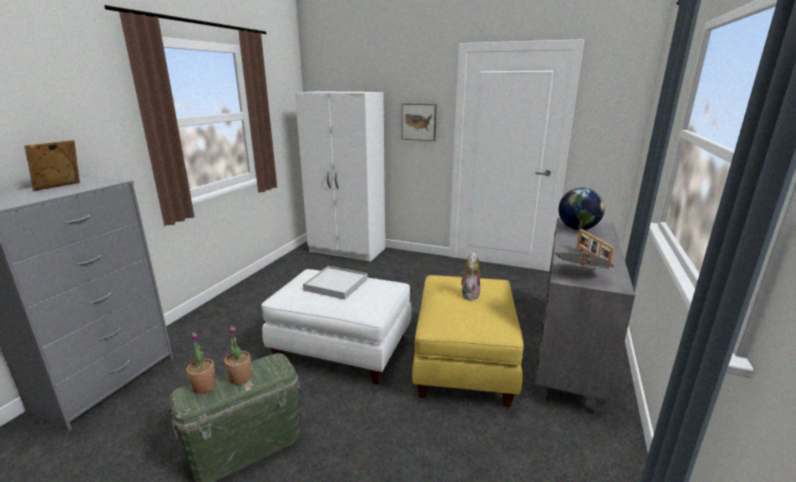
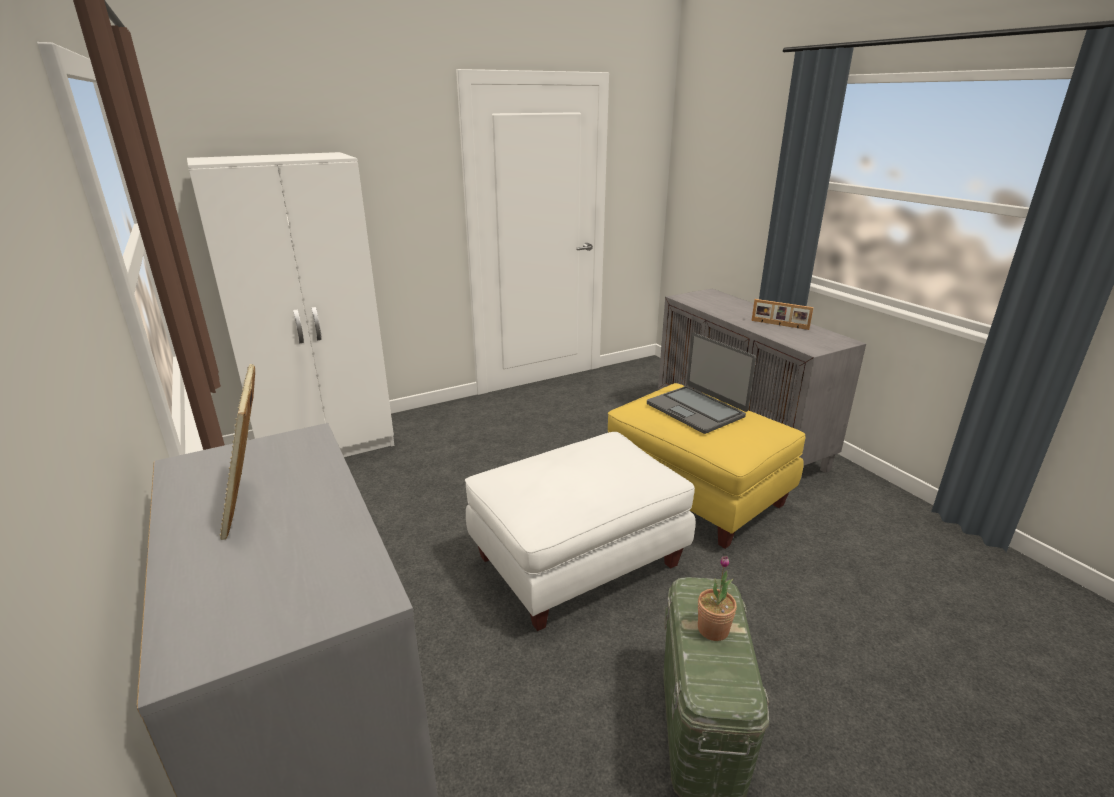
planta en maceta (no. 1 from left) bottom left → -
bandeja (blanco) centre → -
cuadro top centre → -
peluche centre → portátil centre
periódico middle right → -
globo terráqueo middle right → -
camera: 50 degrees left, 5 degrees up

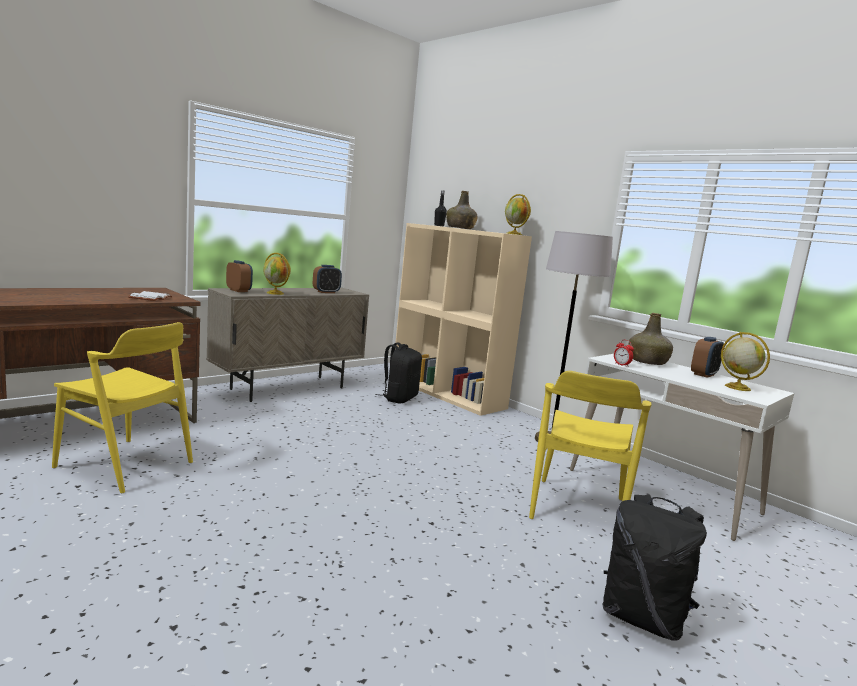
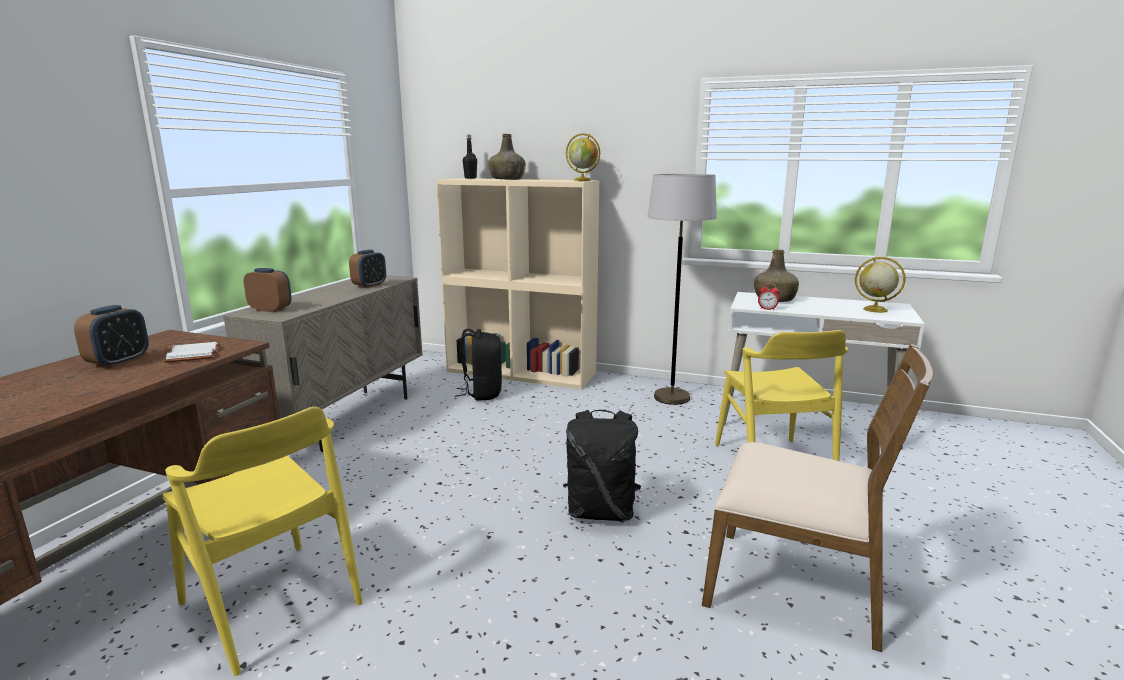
silla (amarillo) (no. 1 from left) middle left → silla (amarillo) (no. 1 from left) bottom left, 45 degrees clockwise
globo terráqueo (no. 1 from left) middle left → -
mochila (negro) (no. 2 from left) bottom right → mochila (negro) (no. 2 from left) bottom centre, shifted
despertador (no. 4 from left in the first image) middle right → despertador (no. 1 from left) middle left, shifted
- → silla (marrón) bottom right
camera: 25 degrees left, 5 degrees up

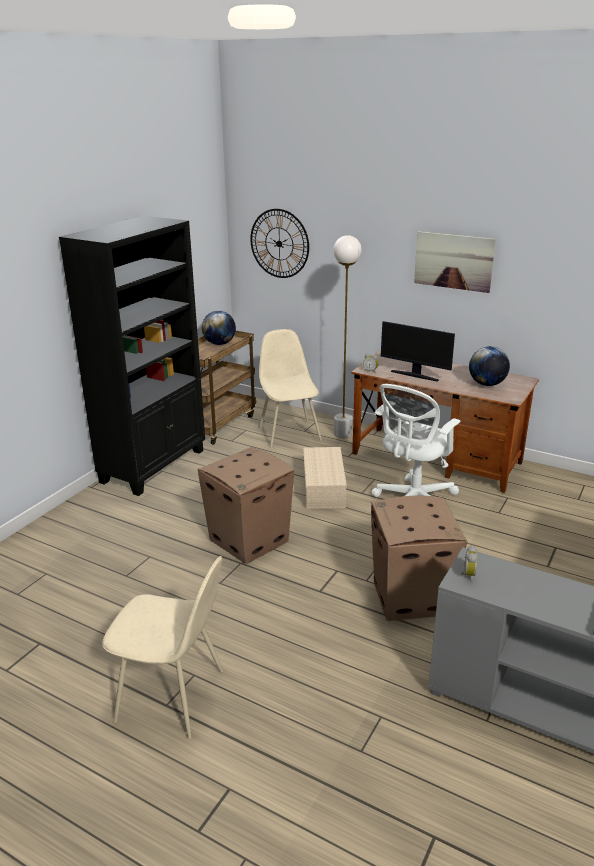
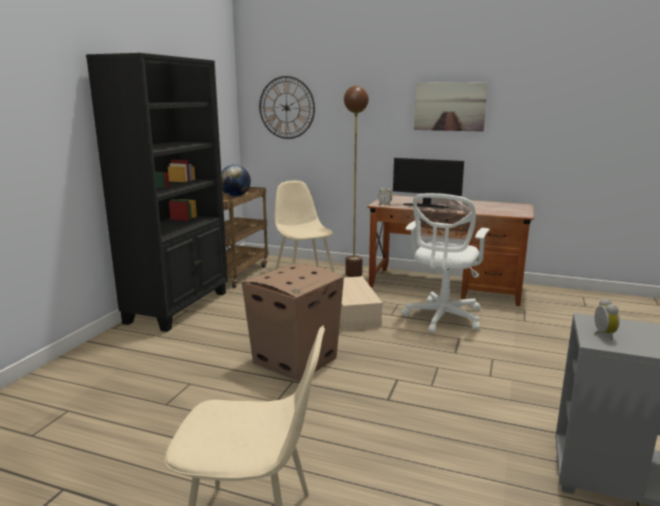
lámpara de pie (blanco) centre → lámpara de pie (marrón) centre
caja de cartón (no. 2 from left) middle right → -
globo terráqueo (no. 2 from left) middle right → -
camera: 10 degrees left, 10 degrees down

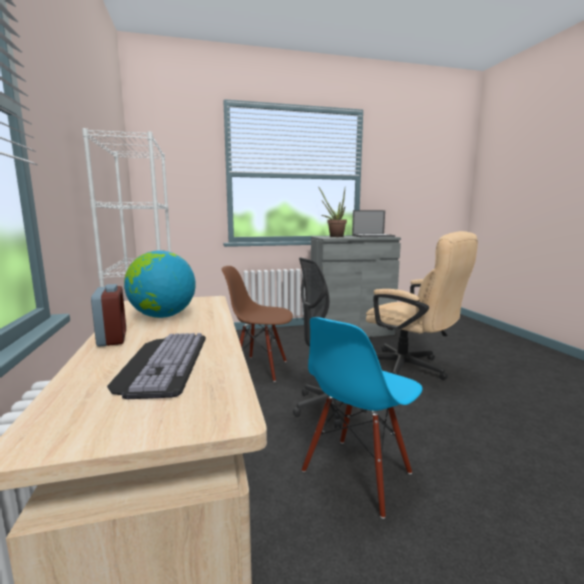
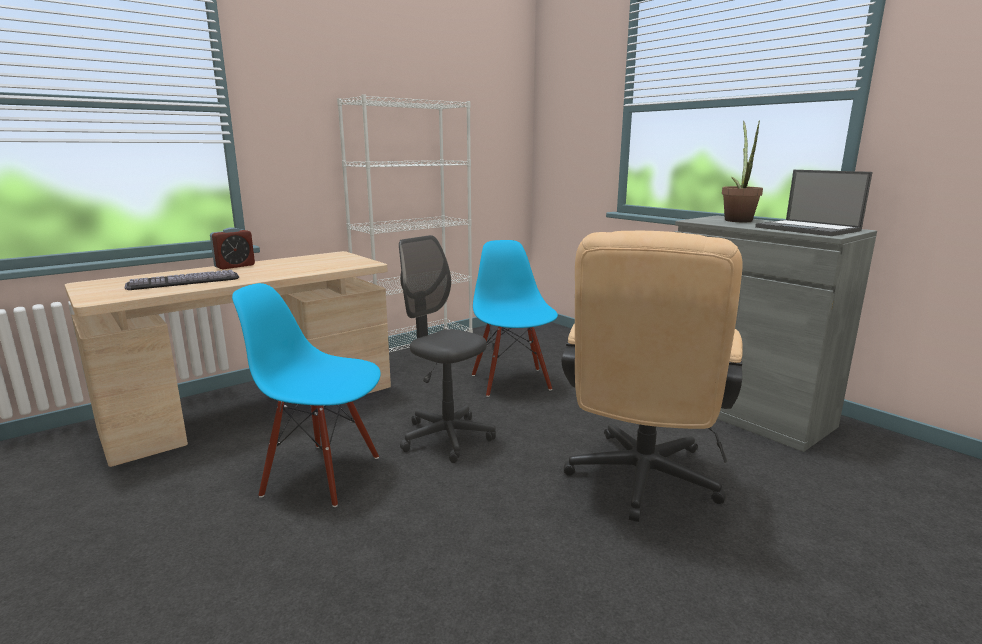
globo terráqueo middle left → -
silla (marrón) centre → silla (azul) (no. 2 from left) centre
camera: 65 degrees right, 5 degrees up

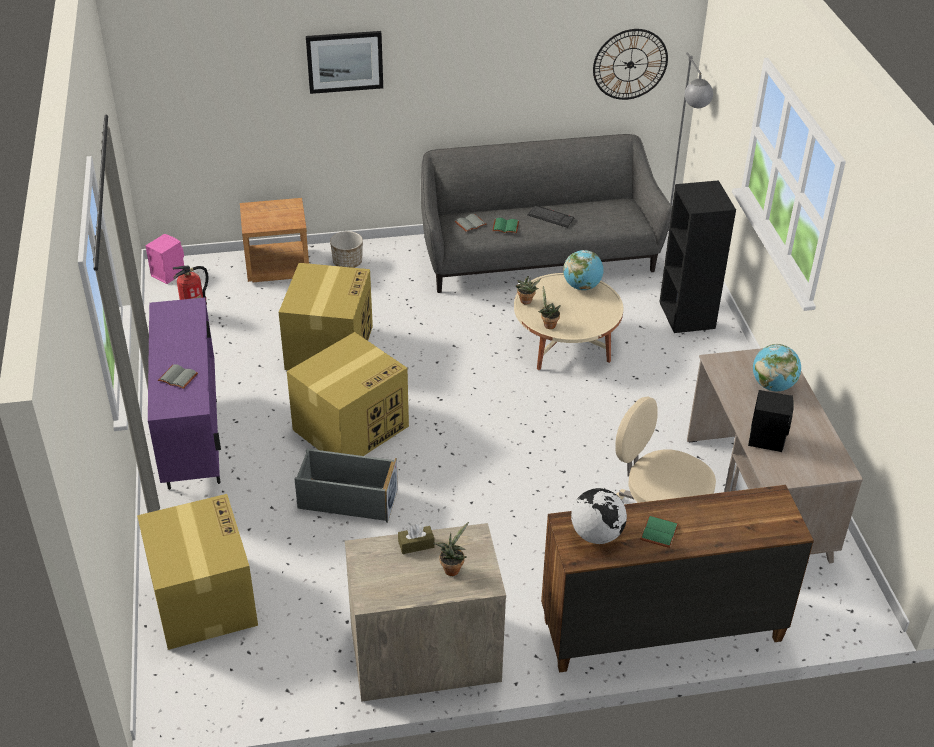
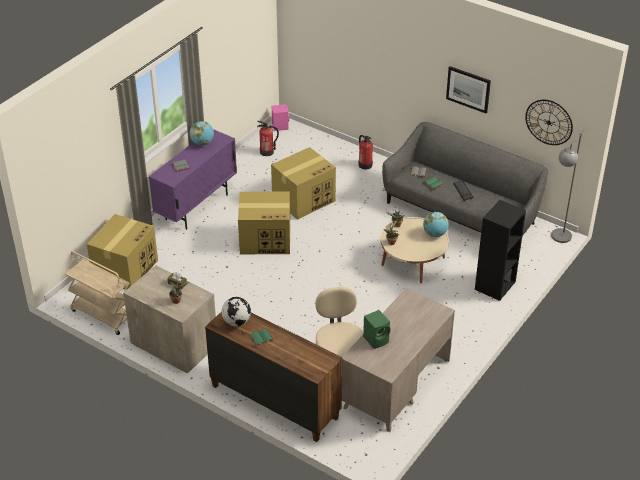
mesita de noche (marrón) top left → -
caja de almacenaje (gris) centre → -
cuadro top centre → cuadro top right, shifted
maceta centre → extintor (no. 2 from left) top centre
altavoz (negro) middle right → altavoz (verde) bottom centre
globo terráqueo (no. 3 from left in the first image) middle right → globo terráqueo (no. 1 from left) top left, shifted
- → carrito (beis) middle left
camera: 45 degrees right, 0 degrees up

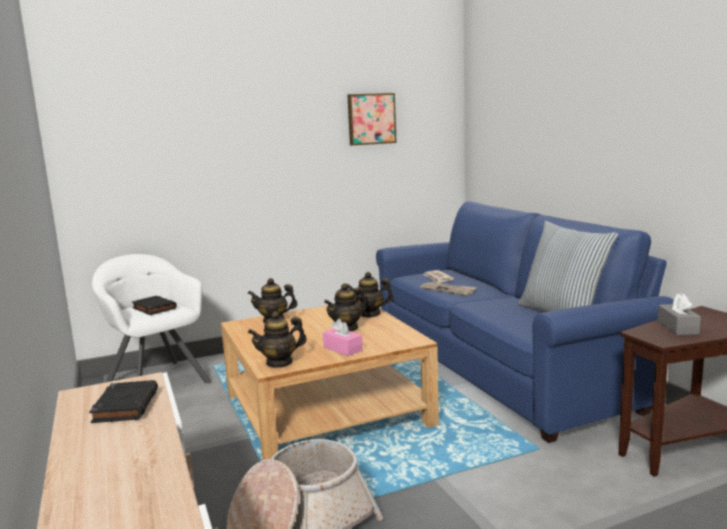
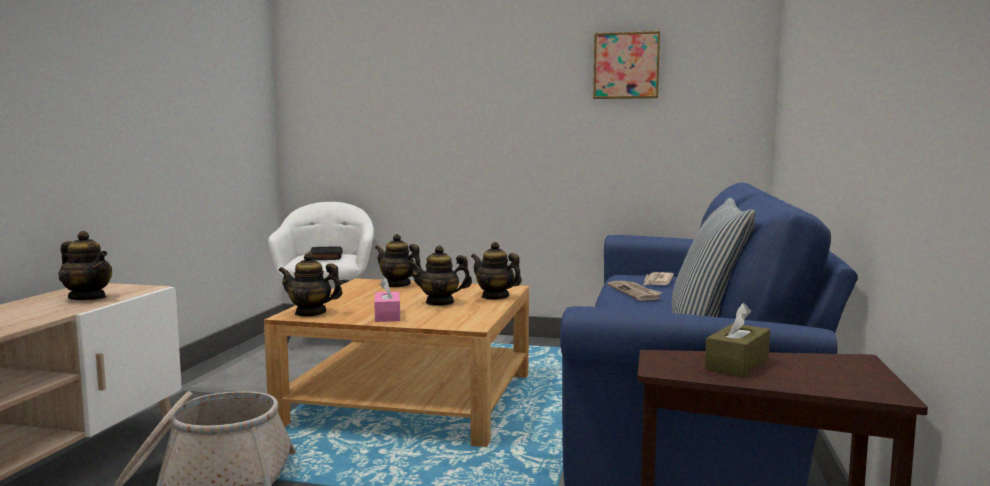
libro (negro) (no. 1 from left) bottom left → tetera (no. 1 from left) middle left
caja de pañuelos (gris) middle right → caja de pañuelos (marrón) bottom right
camera: 35 degrees right, 5 degrees down

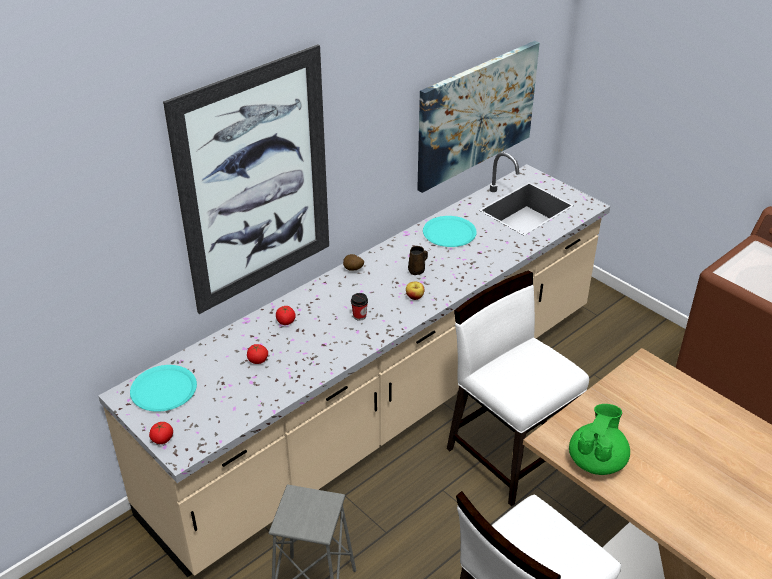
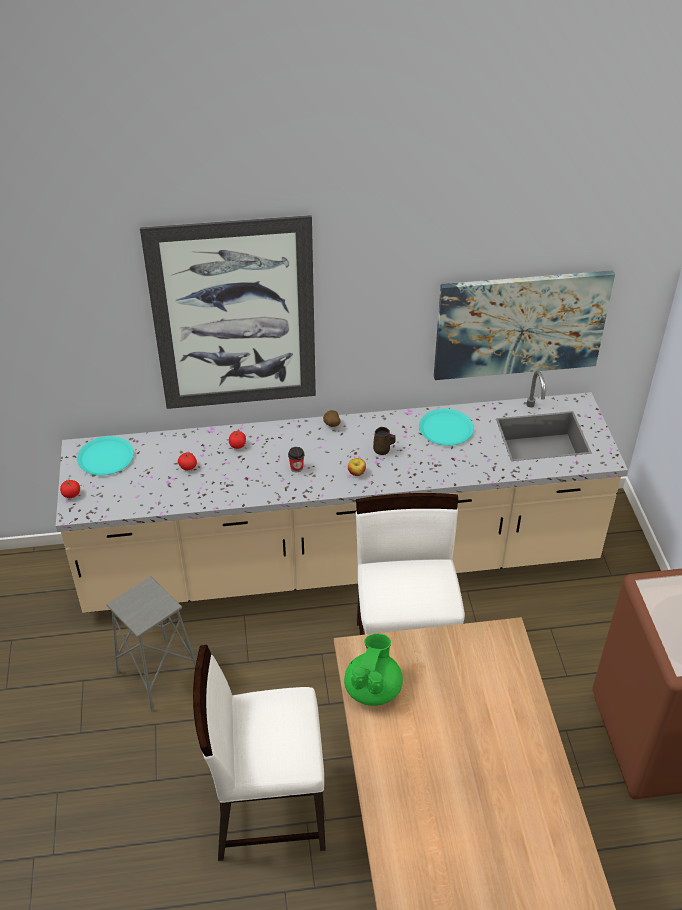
tetera (verde) bottom right → tetera (verde) bottom centre, 45 degrees counterclockwise
camera: 35 degrees right, 5 degrees up

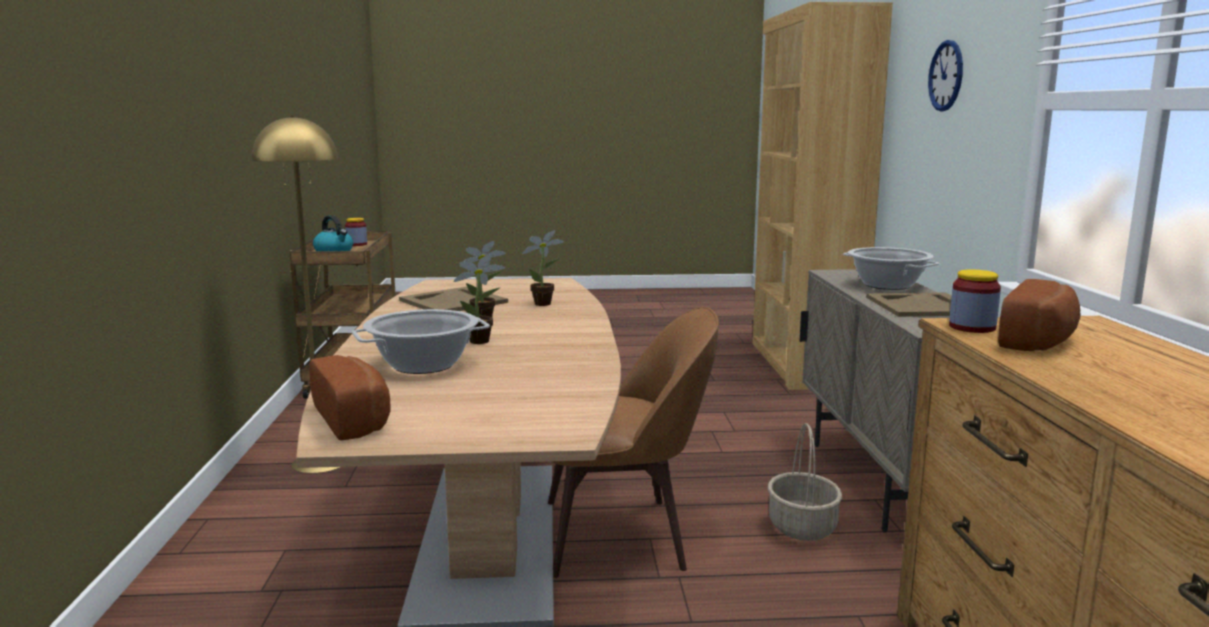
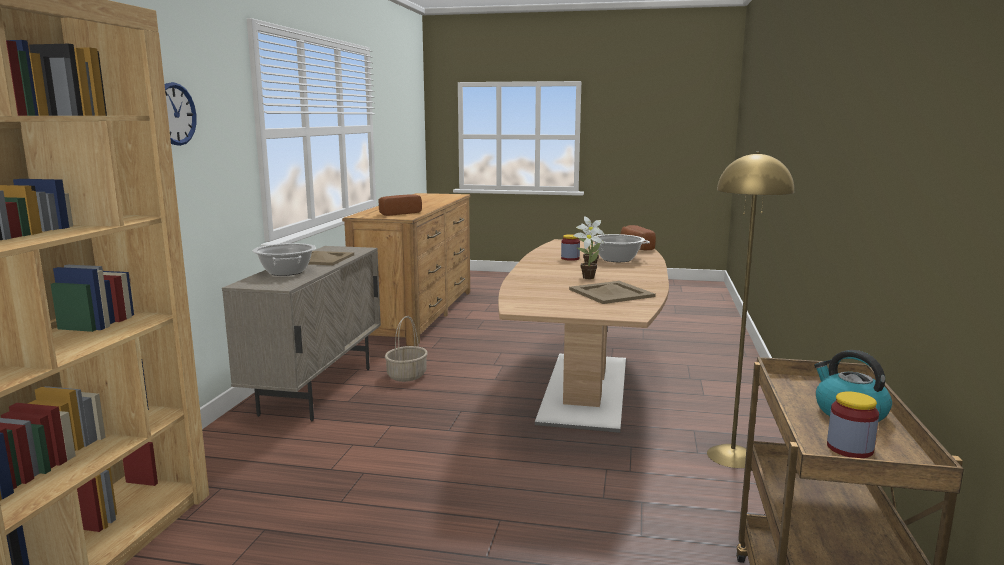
planta en maceta (no. 3 from left) centre → -
silla (marrón) bottom centre → -
tarro (no. 2 from left in the first image) middle right → tarro (no. 1 from left) centre, shifted
camera: 165 degrees left, 0 degrees up

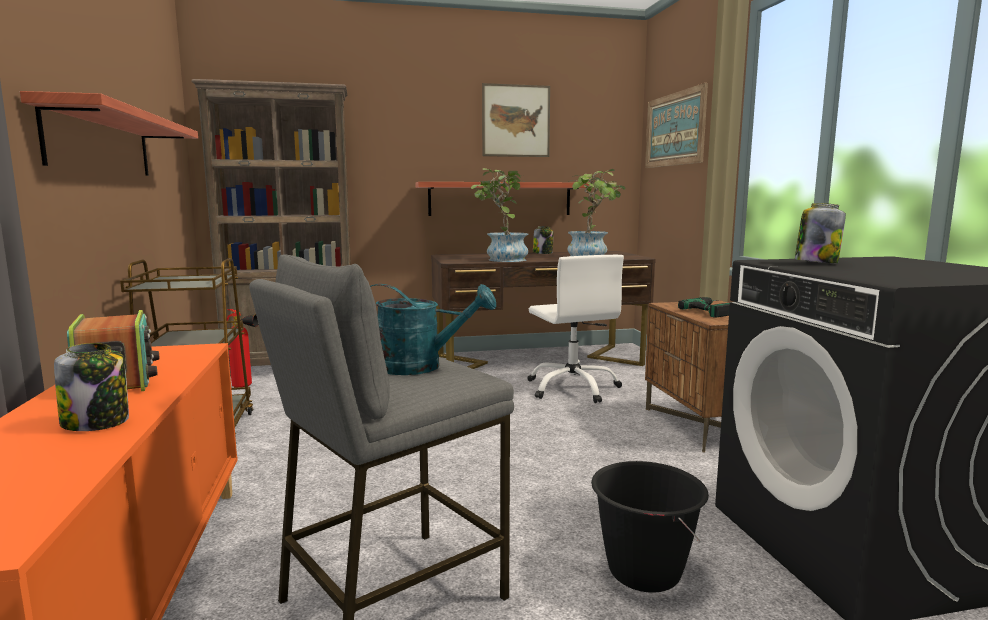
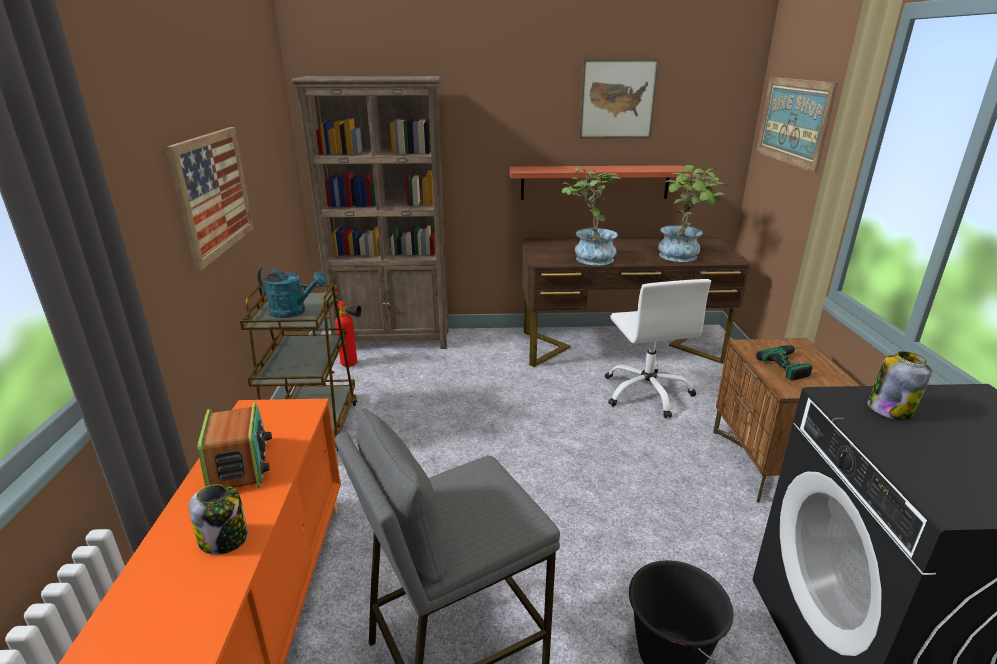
estante (no. 1 from left) top left → cuadro (no. 1 from left) top left
regadera (turquesa) centre → regadera (turquesa) middle left, shifted
tarro (no. 2 from left) centre → -
camera: 10 degrees right, 15 degrees up

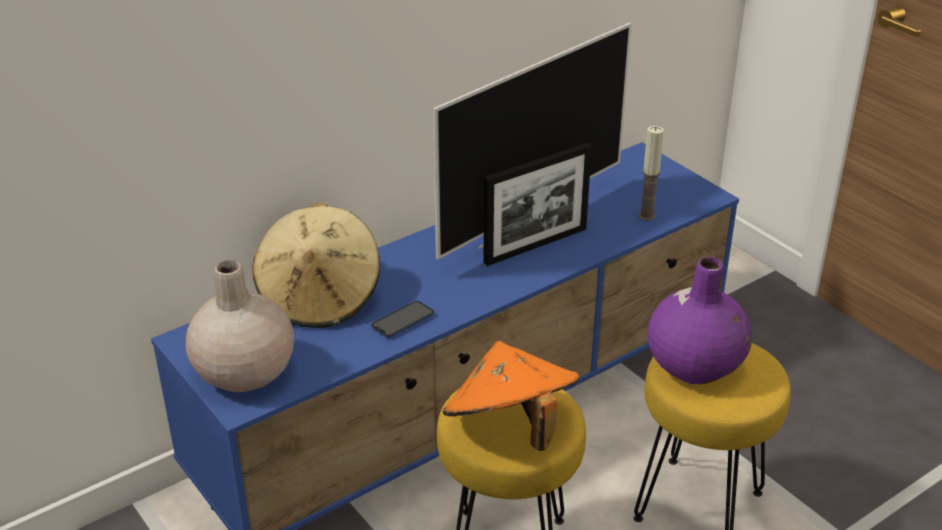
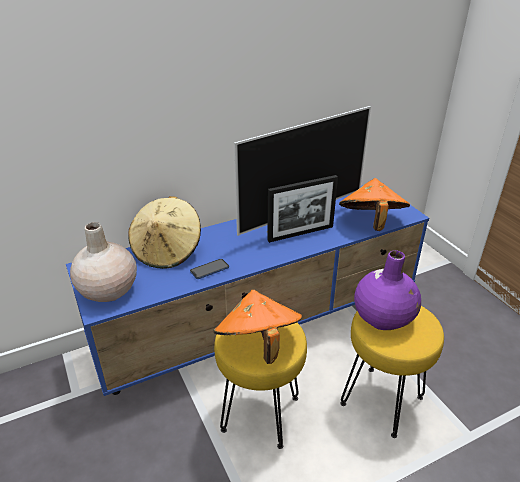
vela top right → sombrero (naranja) (no. 2 from left) middle right
camera: 10 degrees right, 0 degrees up

